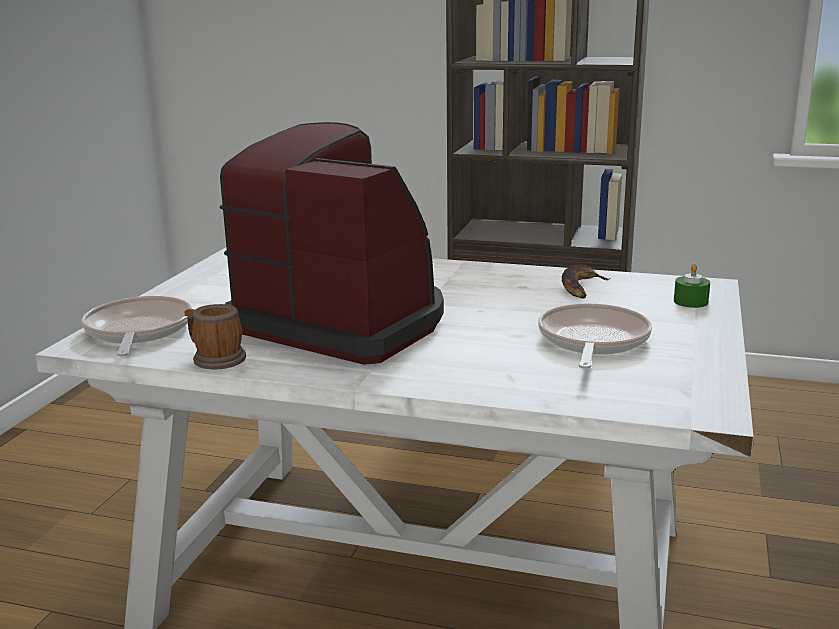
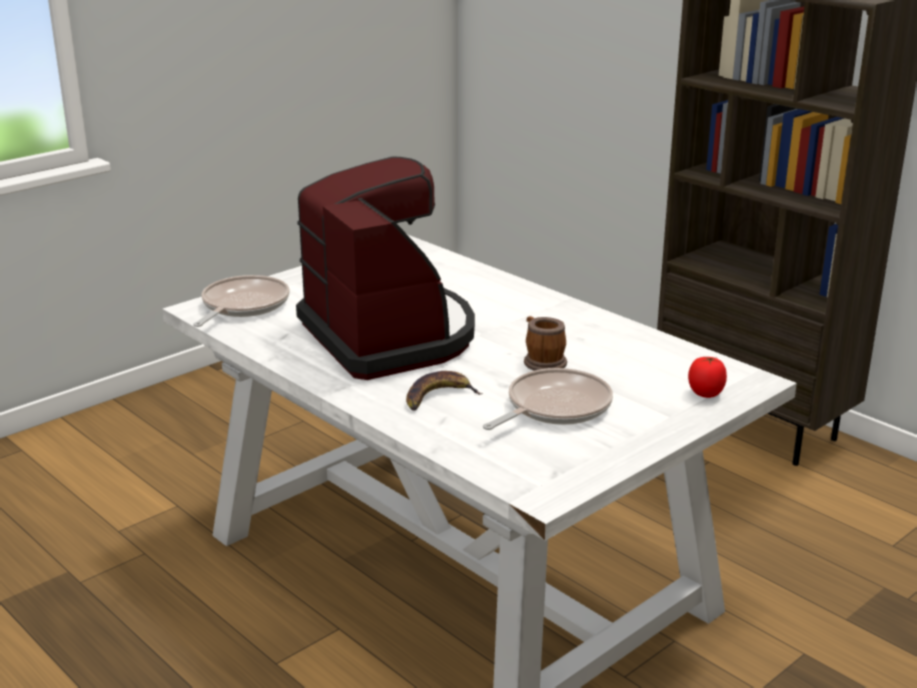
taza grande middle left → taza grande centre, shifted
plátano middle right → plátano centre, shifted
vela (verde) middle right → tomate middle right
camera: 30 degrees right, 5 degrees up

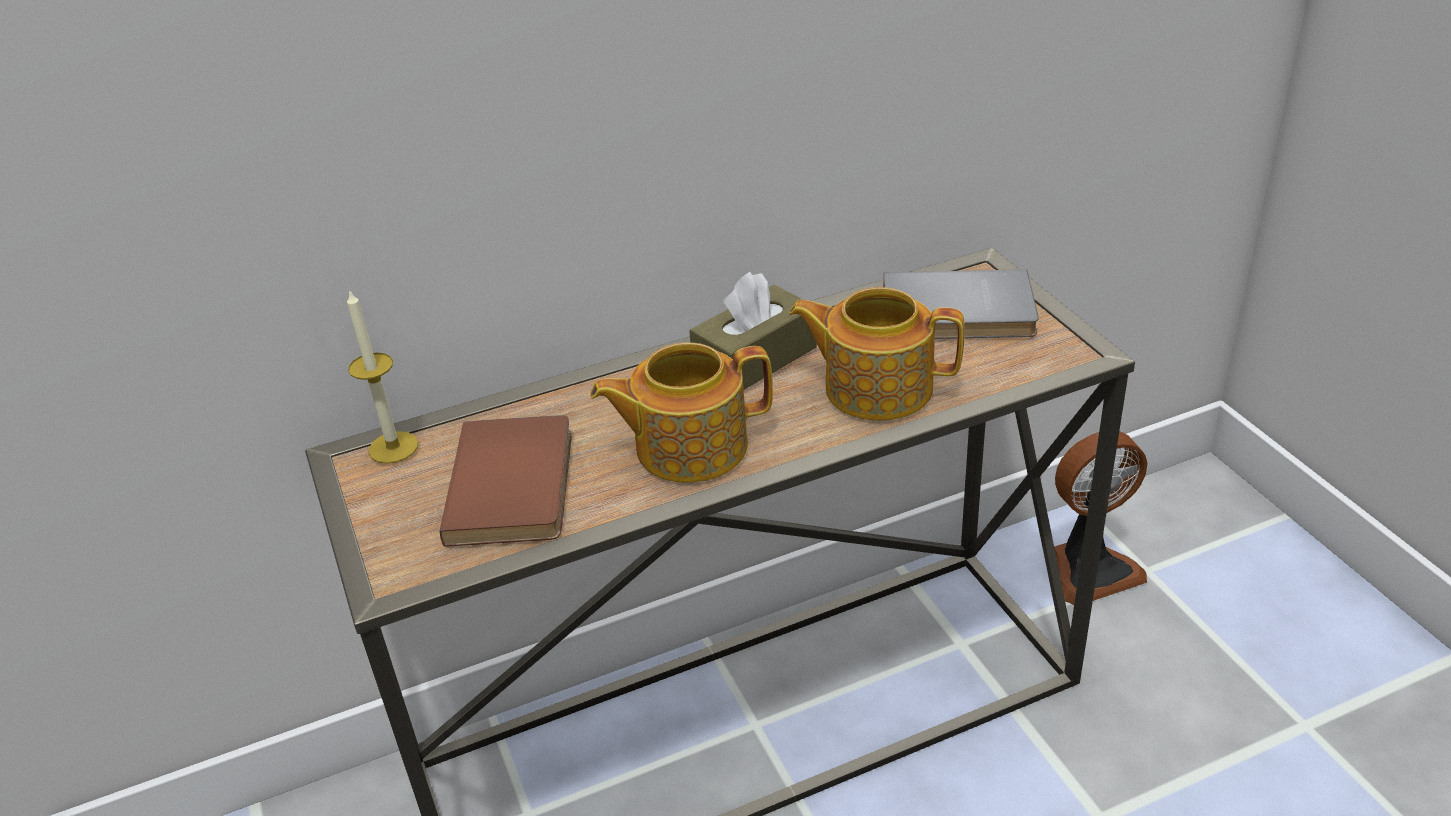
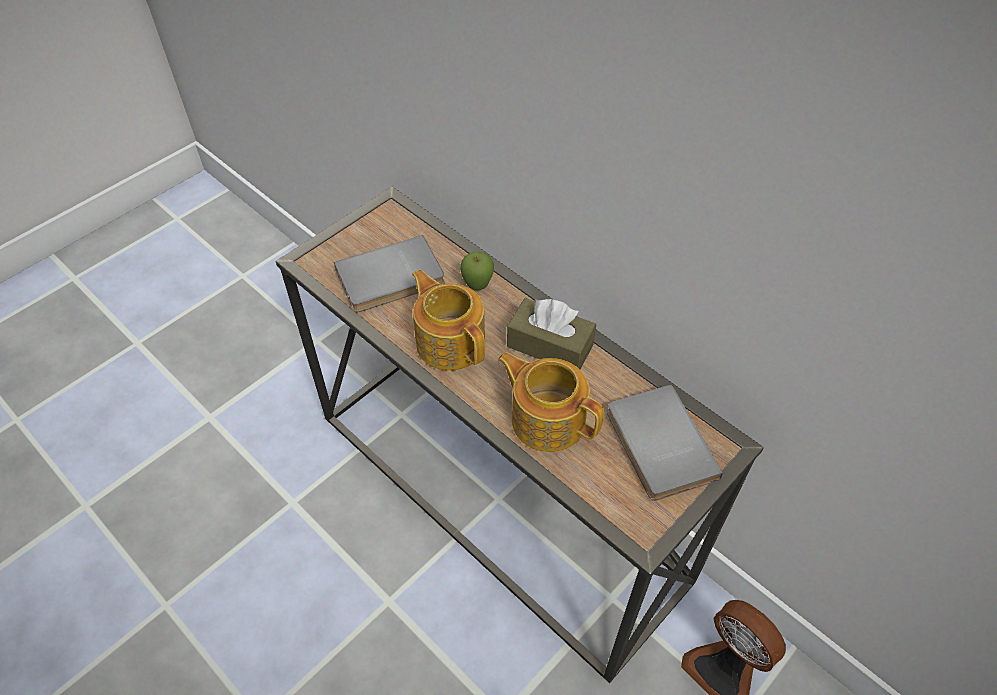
vela middle left → -
libro (marrón) centre → libro (gris) (no. 1 from left) centre
tetera (no. 2 from left) centre, 45 degrees counterclockwise
- → manzana centre
camera: 65 degrees right, 15 degrees up

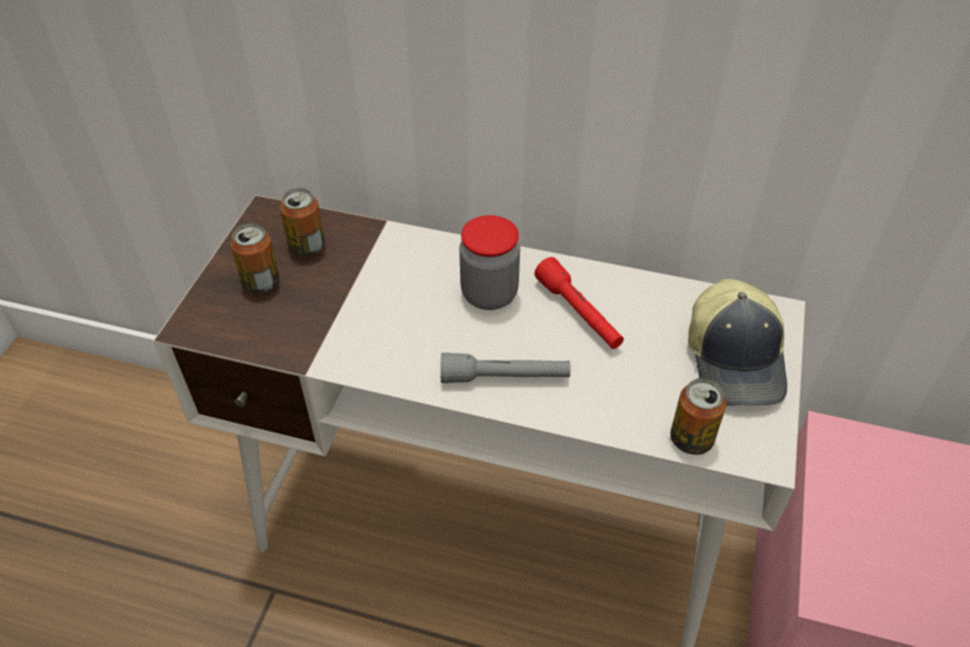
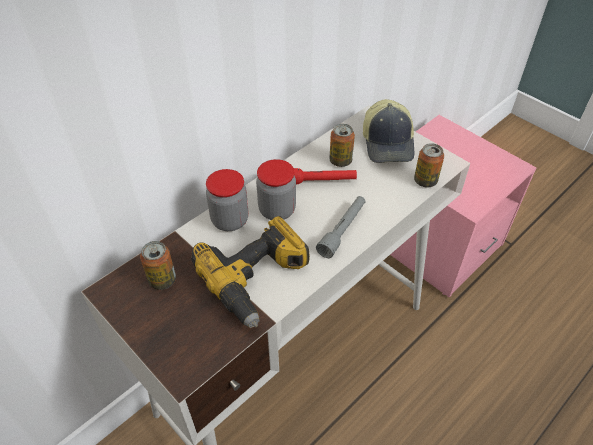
lata (no. 1 from left in the first image) middle left → lata (no. 2 from left) top centre, shifted
gorra middle right → gorra top centre, 60 degrees clockwise
- → taladro centre
- → tarro (no. 1 from left) centre
camera: 60 degrees left, 0 degrees up

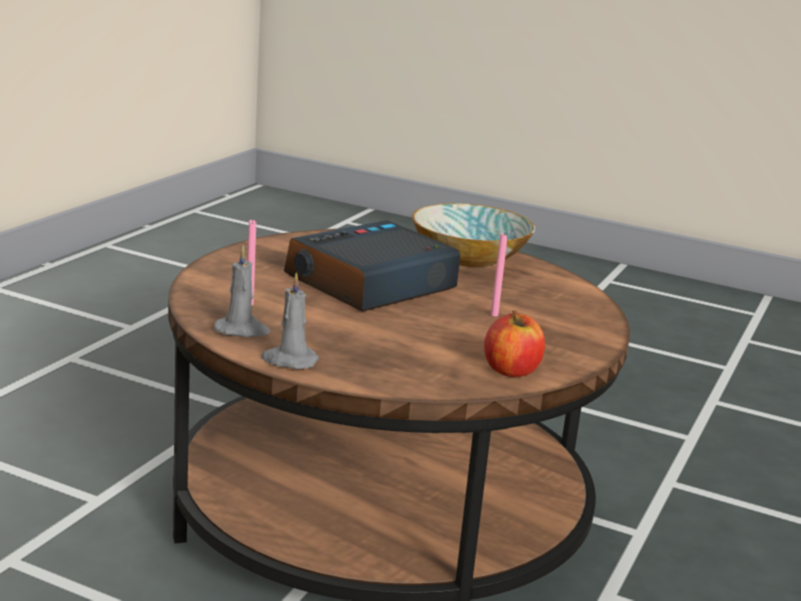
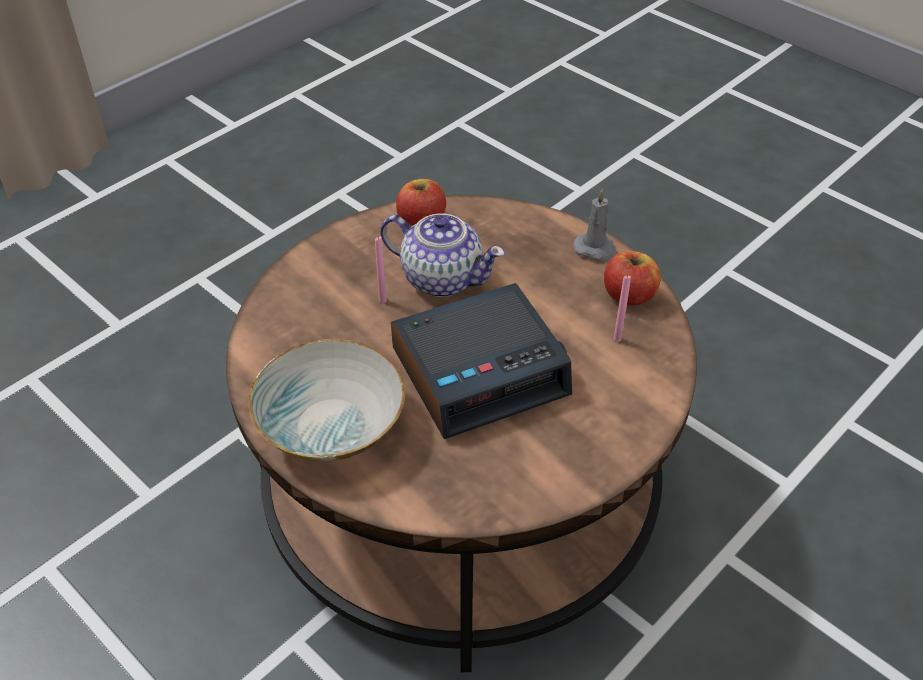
vela (gris) (no. 1 from left) middle left → manzana (no. 2 from left) middle right
- → tetera centre
camera: 160 degrees left, 25 degrees up

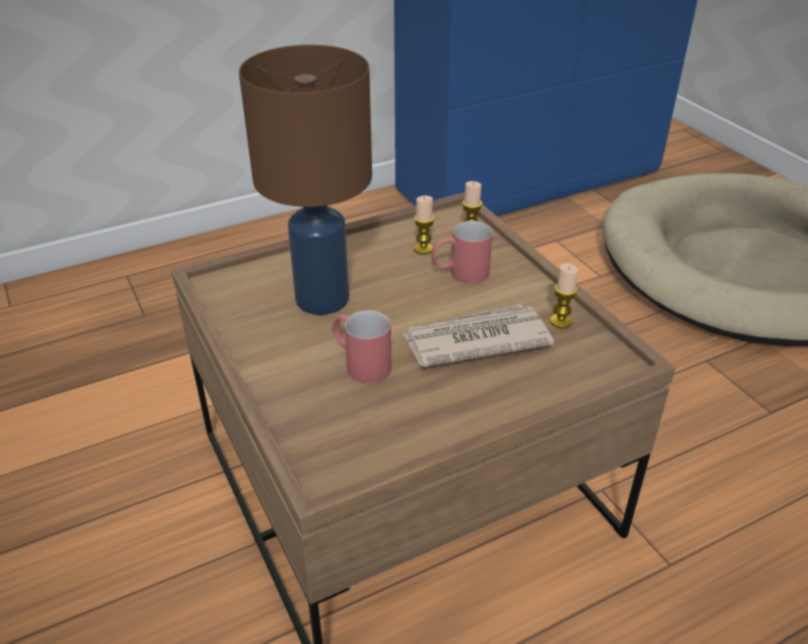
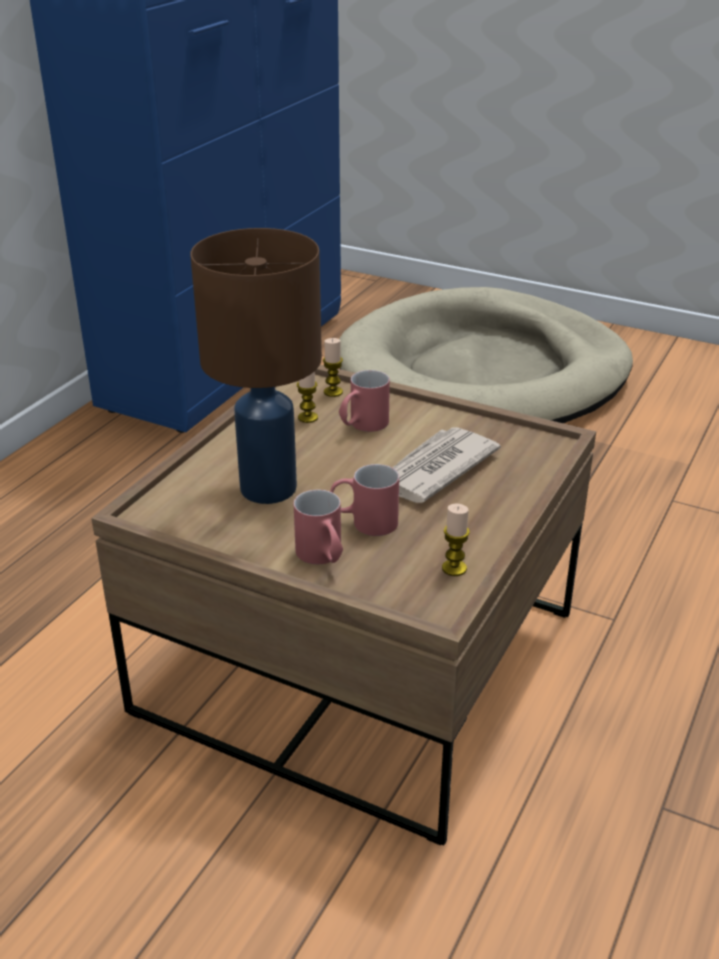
vela (no. 3 from left) middle right → vela (no. 3 from left) centre, shifted
- → taza grande (rojo) (no. 1 from left) centre
camera: 35 degrees left, 5 degrees down

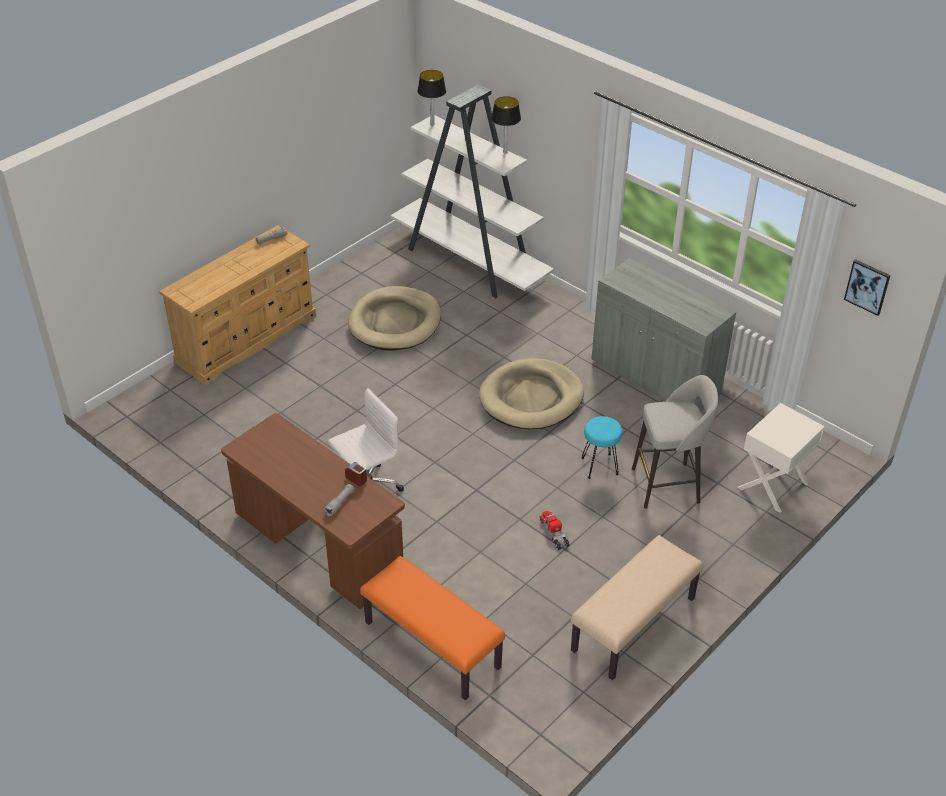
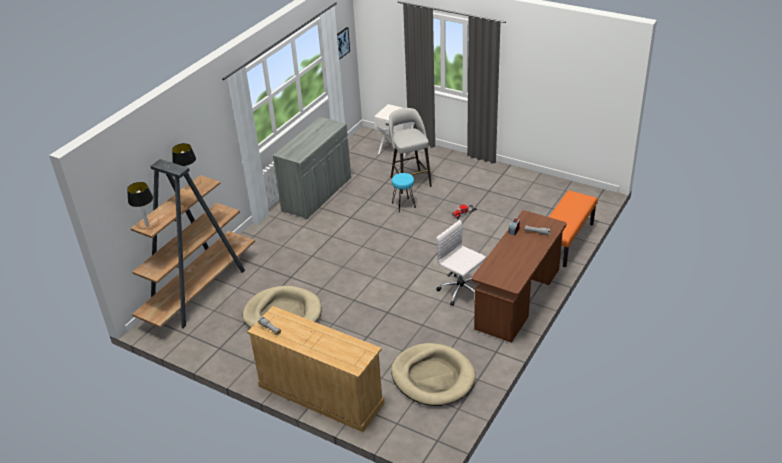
estantería (blanco) top centre → estantería (marrón) middle left
cama para perro (beis) (no. 2 from left) centre → cama para perro (beis) (no. 2 from left) bottom centre, shifted
banco (beis) bottom right → -
camera: 100 degrees left, 5 degrees down

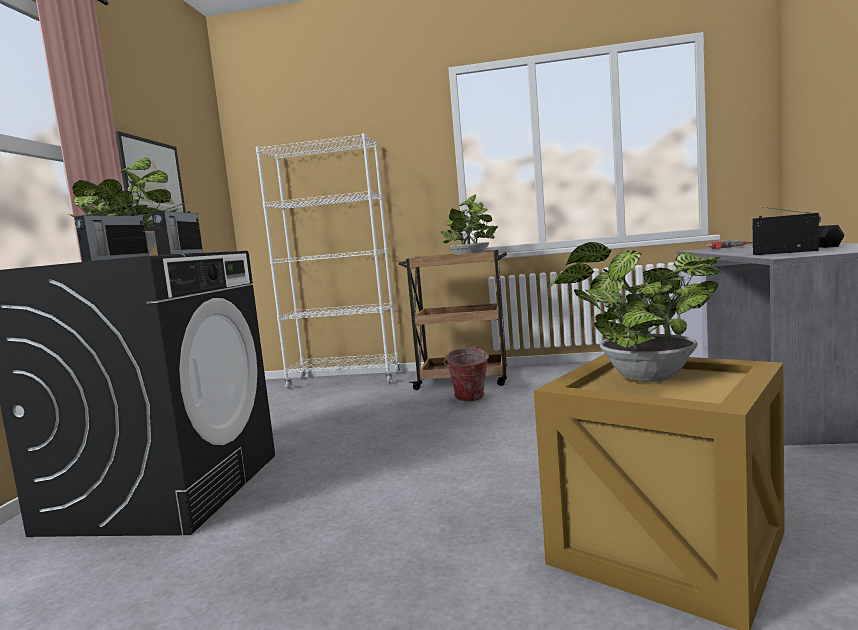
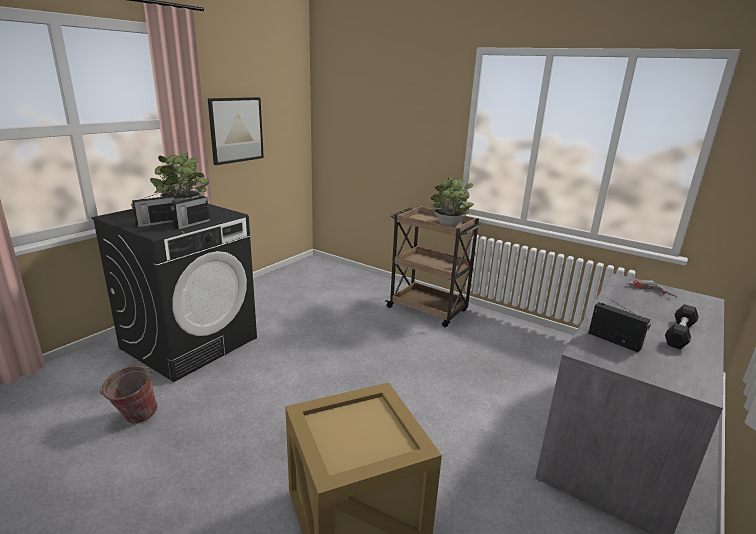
estantería (blanco) centre → -
cubo centre → cubo bottom left, shifted
planta en maceta (no. 3 from left) middle right → -
camera: 25 degrees right, 15 degrees up

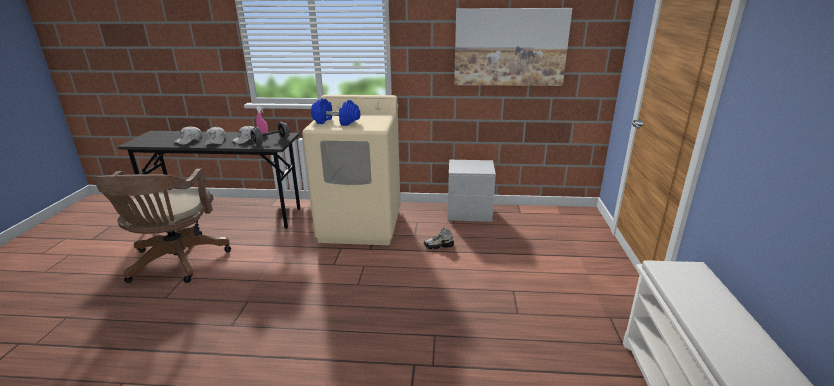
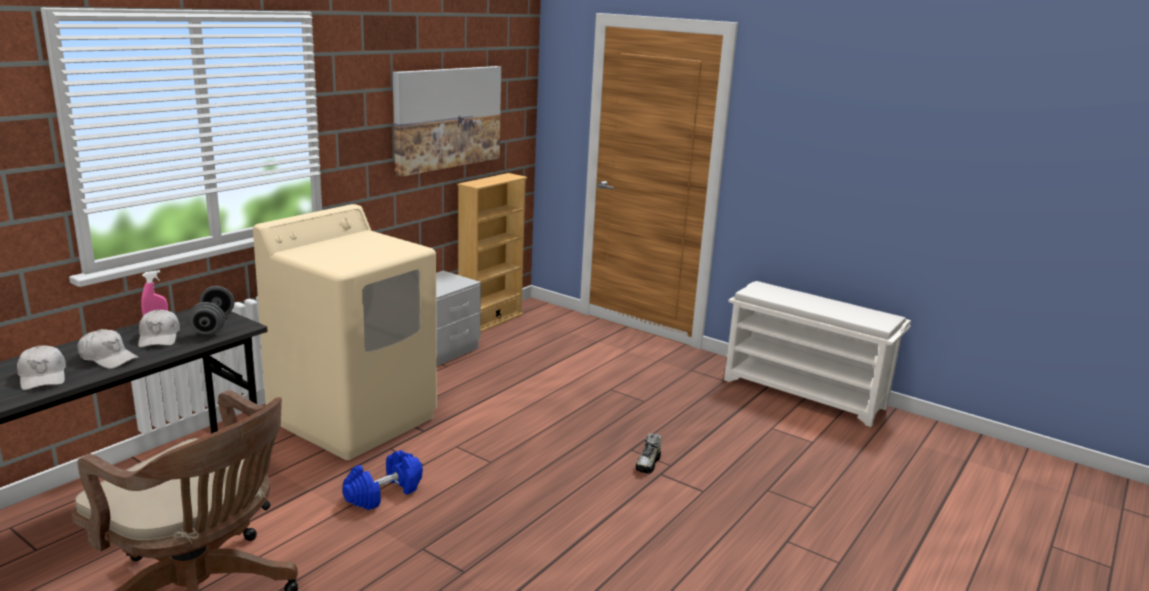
mancuerna (azul) top centre → mancuerna (azul) bottom left, shifted
zapato centre → zapato bottom centre, shifted
- → estantería (beis) centre
camera: 60 degrees left, 5 degrees down

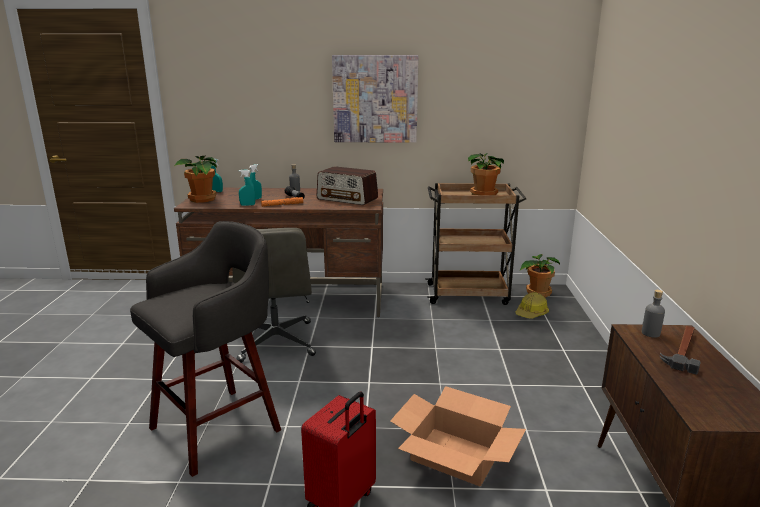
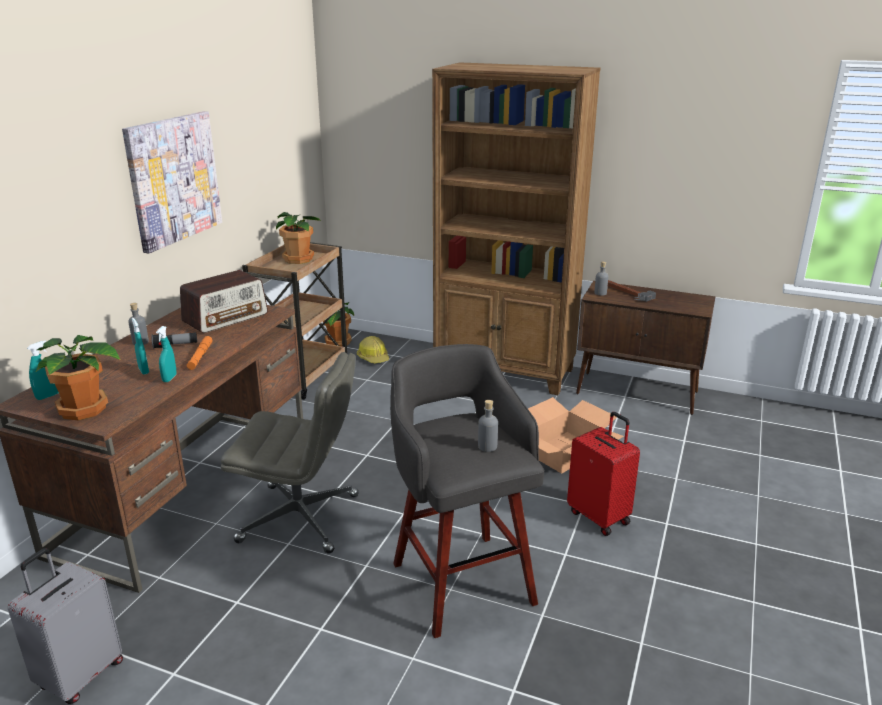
- → maleta (gris) bottom left
- → estantería (marrón) top centre
- → botella (gris) (no. 2 from left) centre
camera: 70 degrees left, 5 degrees up

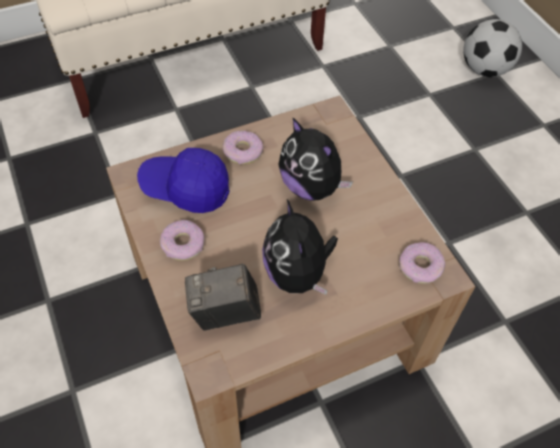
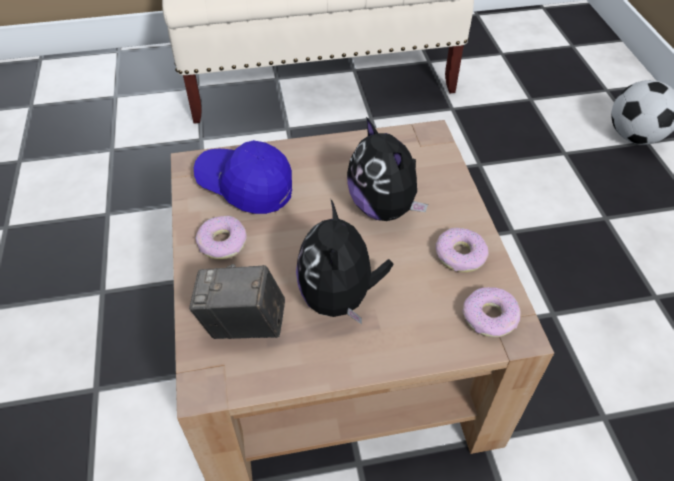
rosquilla (no. 2 from left) top centre → rosquilla (no. 2 from left) middle right, shifted
camera: 15 degrees right, 5 degrees down

